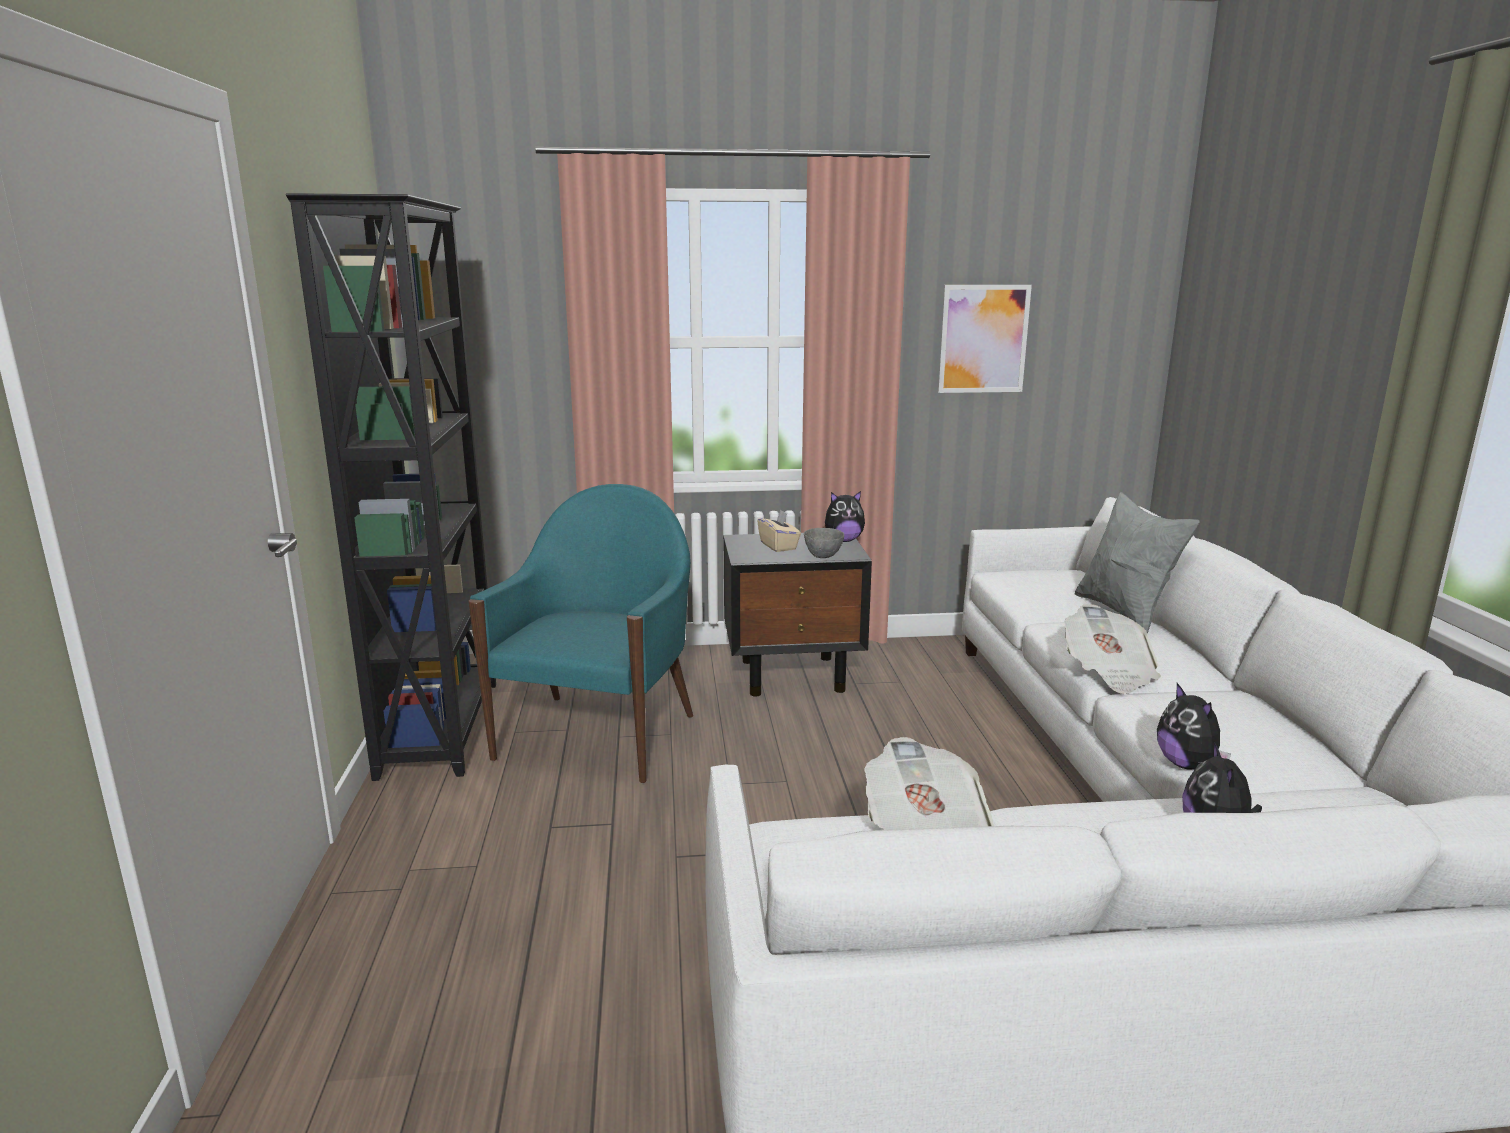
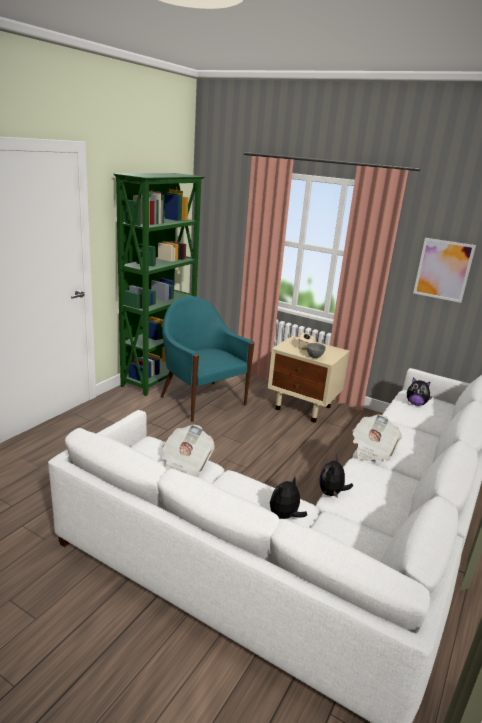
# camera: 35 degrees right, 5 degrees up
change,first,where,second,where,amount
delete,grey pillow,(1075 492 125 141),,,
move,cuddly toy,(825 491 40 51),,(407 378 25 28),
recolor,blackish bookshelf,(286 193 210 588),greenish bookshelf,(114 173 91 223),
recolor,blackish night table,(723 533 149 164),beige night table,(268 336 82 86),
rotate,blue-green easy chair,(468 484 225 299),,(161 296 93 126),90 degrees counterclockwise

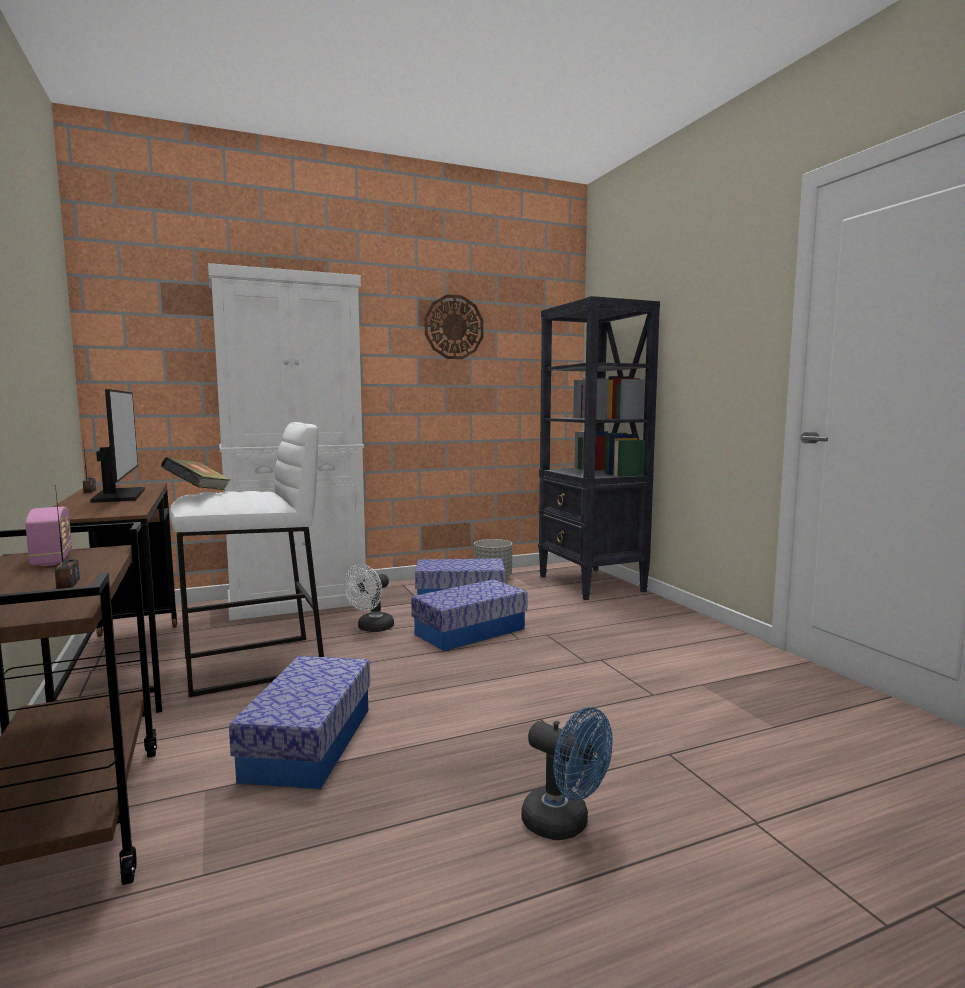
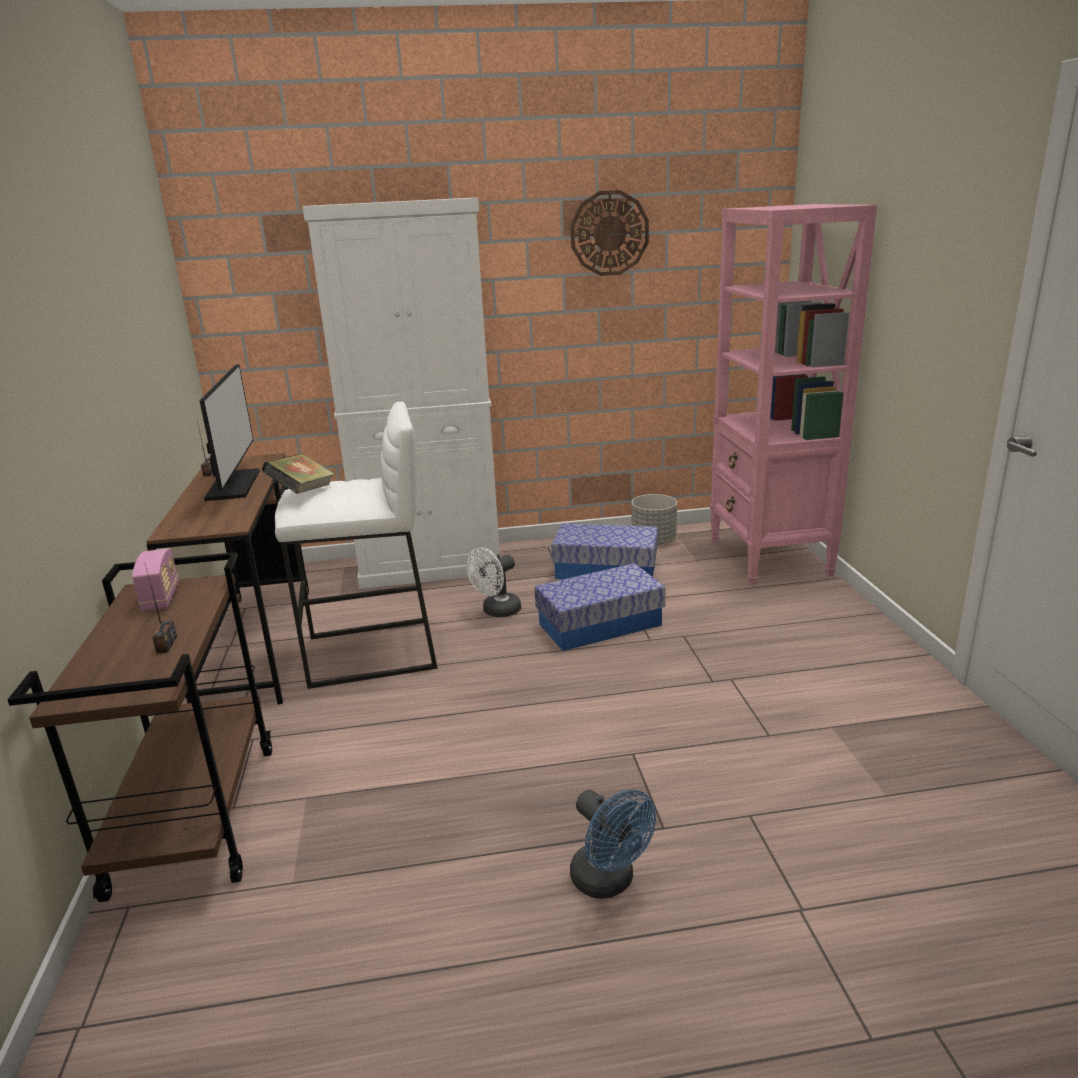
# camera: 15 degrees right, 15 degrees up
change,first,where,second,where,amount
delete,storage bin,(229 656 141 133),,,
recolor,blackish bookshelf,(538 296 122 304),pink bookshelf,(710 204 167 381),

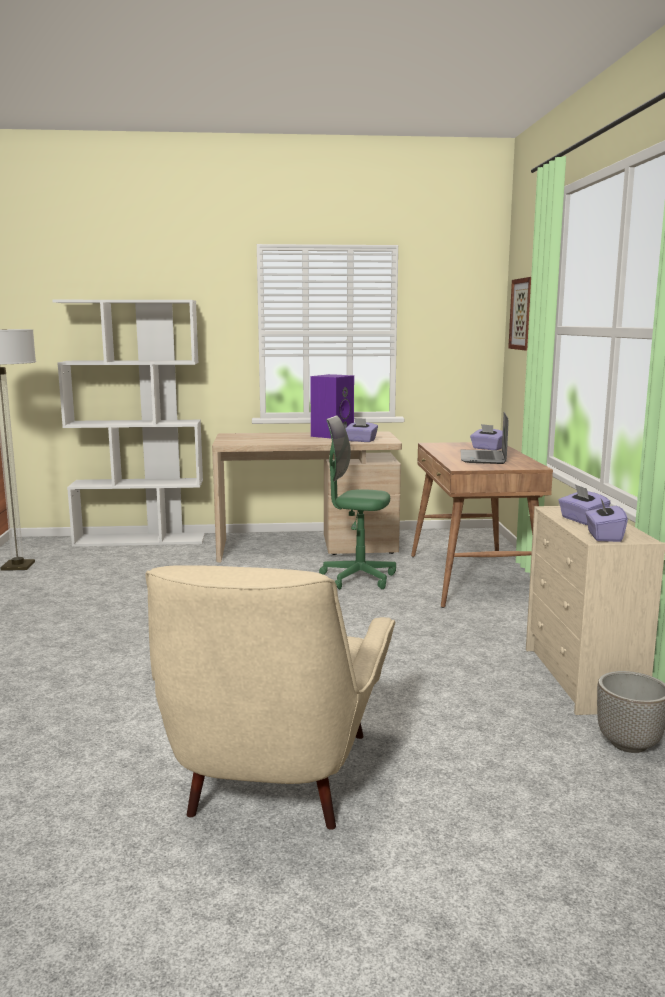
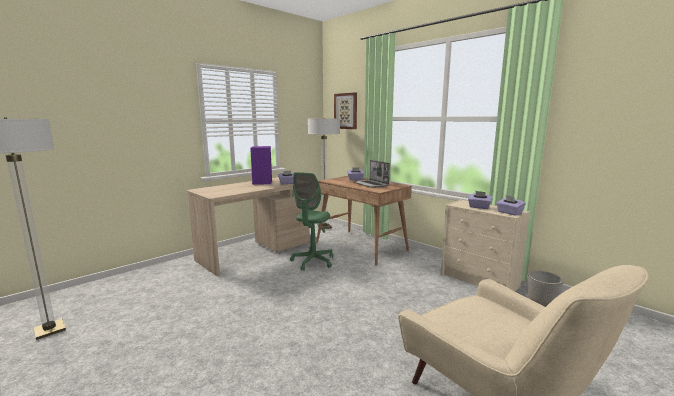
# camera: 40 degrees left, 0 degrees up
change,first,where,second,where,amount
delete,whitish bookshelf,(52 300 153 247),,,
insert,,,standing lamp,(308 118 32 111),
rotate,greenish computer chair,(319 416 77 173),,(290 172 43 99),45 degrees counterclockwise

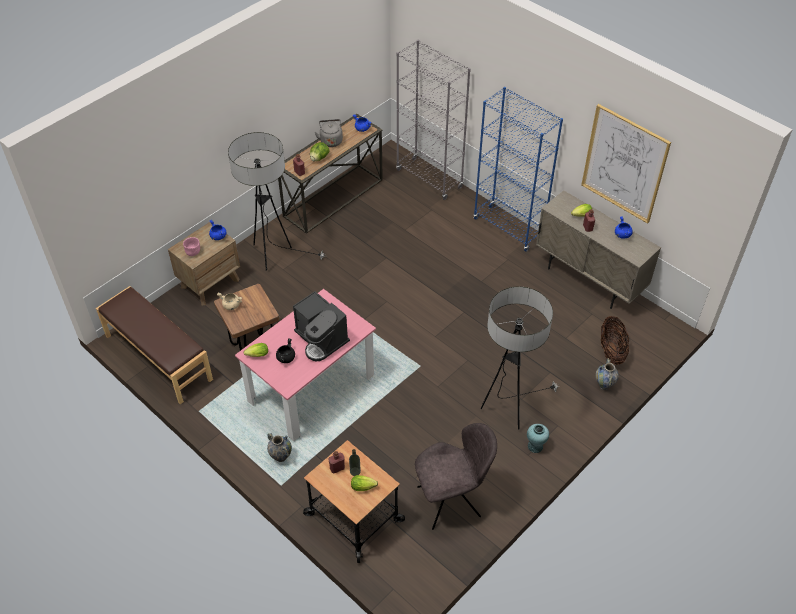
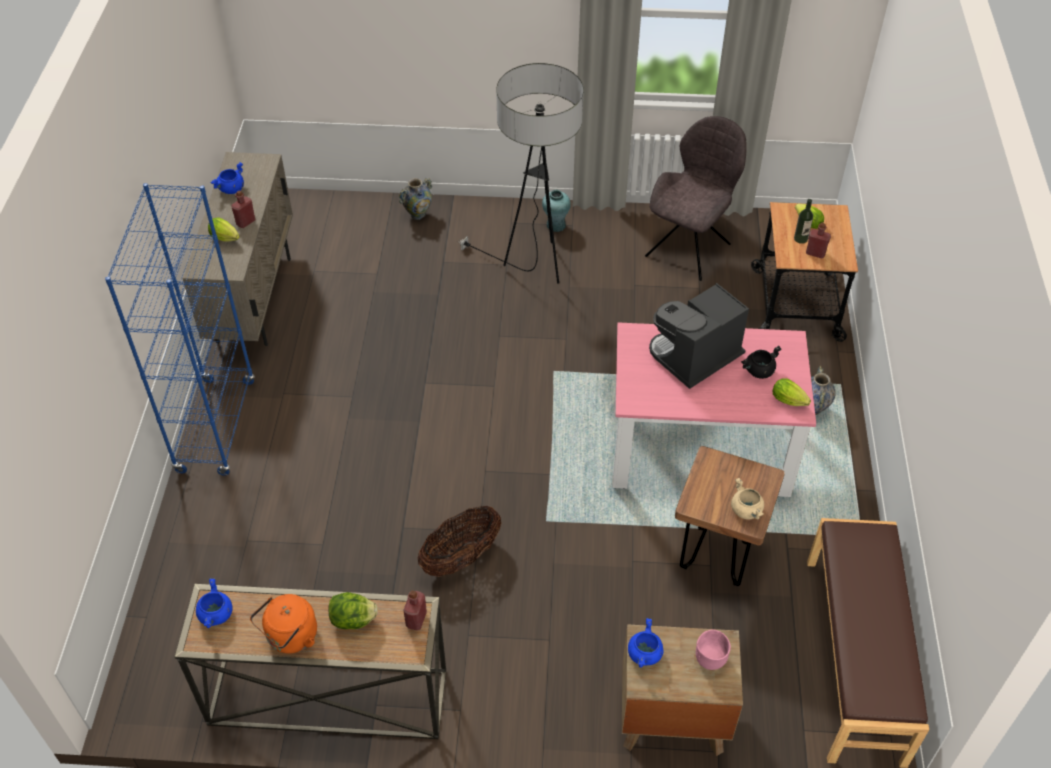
# camera: 130 degrees left, 0 degrees up
change,first,where,second,where,amount
delete,standing lamp,(228 132 98 139),,,
delete,grey bookshelf,(396 40 75 160),,,
delete,wall art,(581 104 90 120),,,
move,basket,(601 316 28 49),,(418 506 83 71),
recolor,grey water kettle,(315 119 28 28),orange water kettle,(250 594 67 60),
rotate,coffee brewer,(293 291 57 70),,(649 283 100 106),135 degrees counterclockwise
rotate,grey plain chair,(415 423 82 107),,(645 116 102 165),90 degrees clockwise

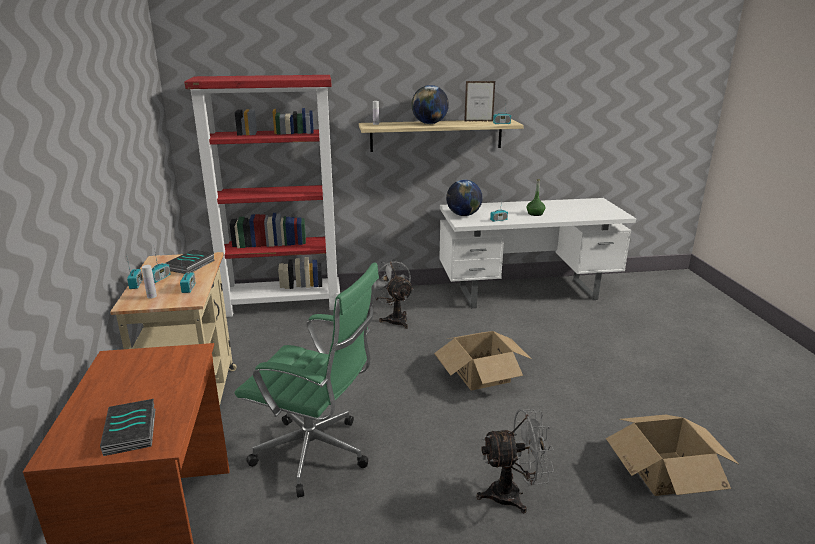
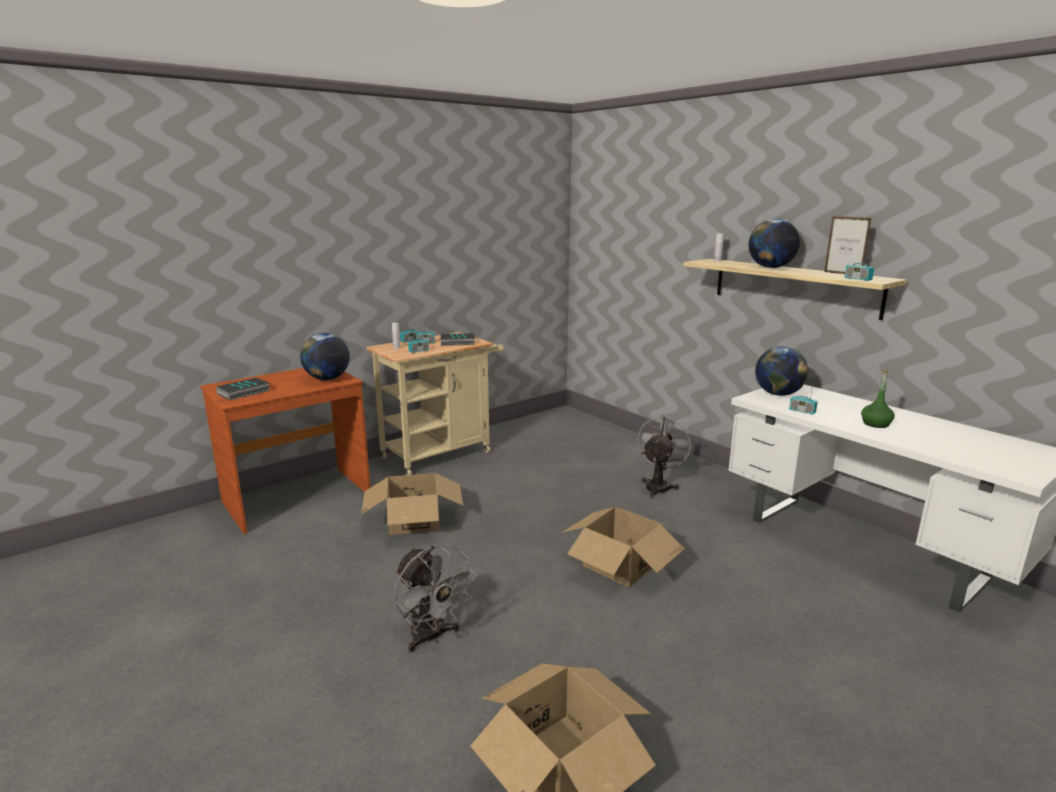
# camera: 60 degrees right, 5 degrees down
change,first,where,second,where,amount
delete,reddish bookshelf,(184 75 156 242),,,
insert,,,desk globe,(300 333 50 47),
replace,greenish computer chair,(235 262 144 236),carton,(361 473 102 62),

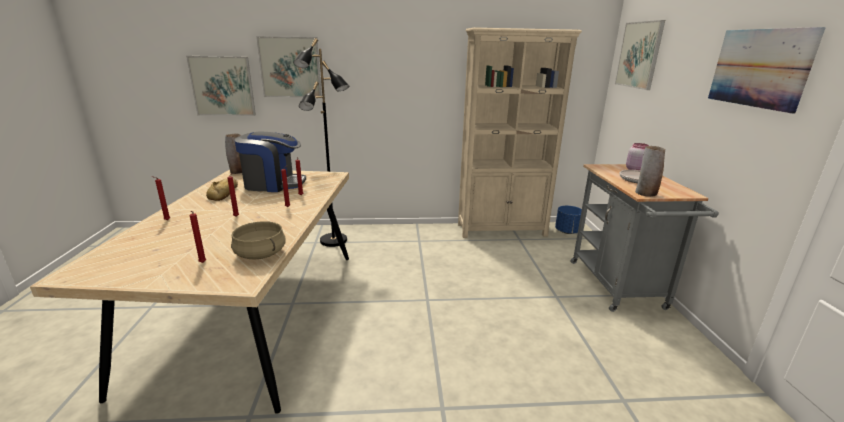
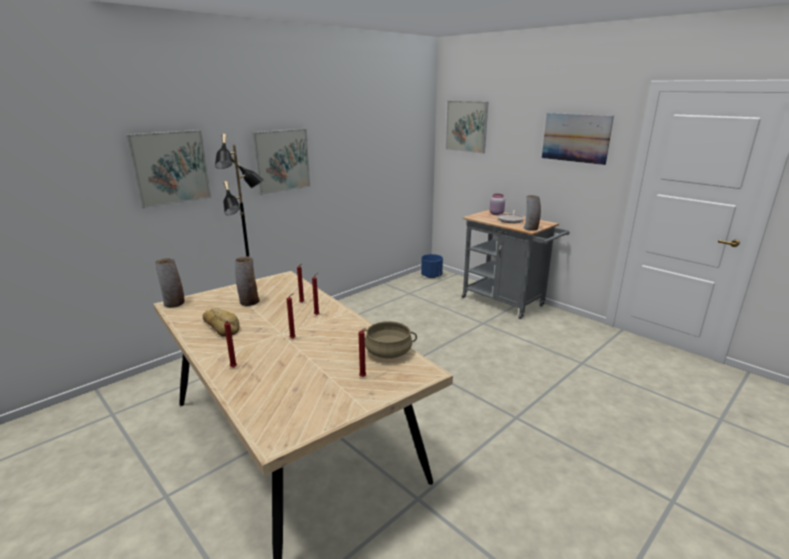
# camera: 40 degrees left, 0 degrees up
change,first,where,second,where,amount
delete,beige bookshelf,(458 27 124 211),,,
move,wall art,(186 56 70 60),,(252 129 58 66),
replace,coffee brewer,(235 131 71 61),decorative vase,(235 256 25 50),

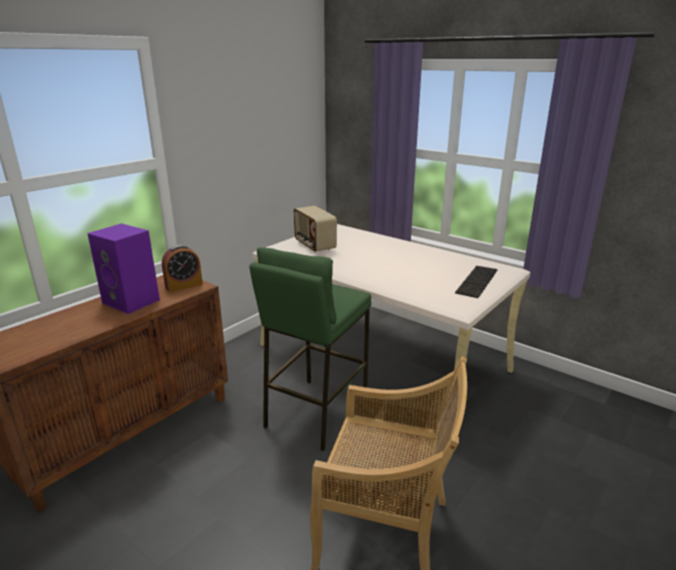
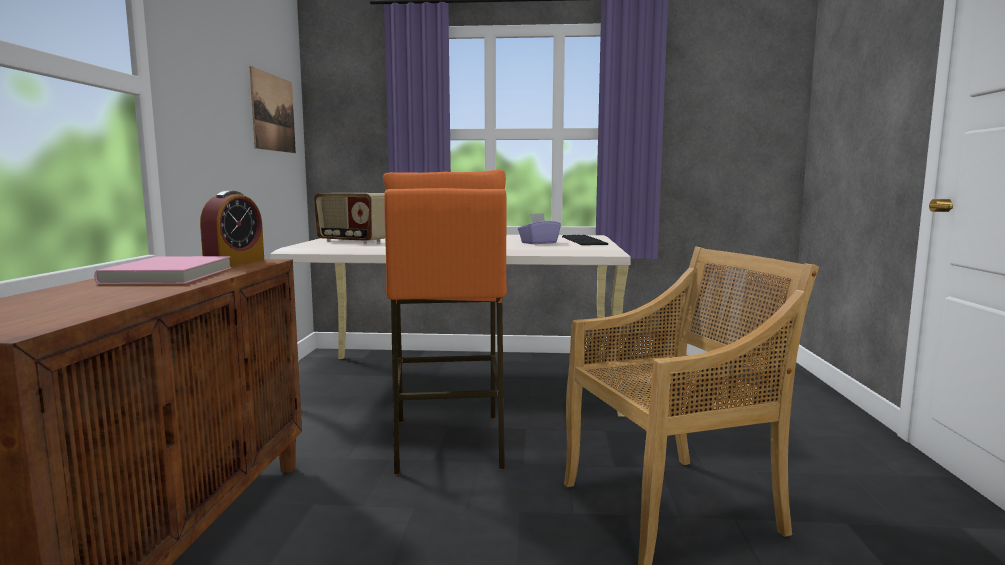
# camera: 35 degrees left, 15 degrees down
change,first,where,second,where,amount
insert,,,wall art,(249 66 47 87),
insert,,,purple tissue holder,(518 213 43 31),
replace,purple loudspeaker,(87 223 73 91),pink book,(94 256 137 28),
recolor,greenish stool seat,(249 247 122 204),orange stool seat,(383 170 124 305),

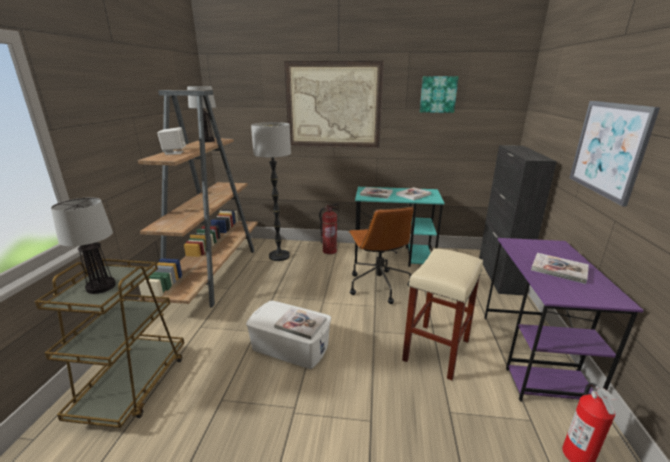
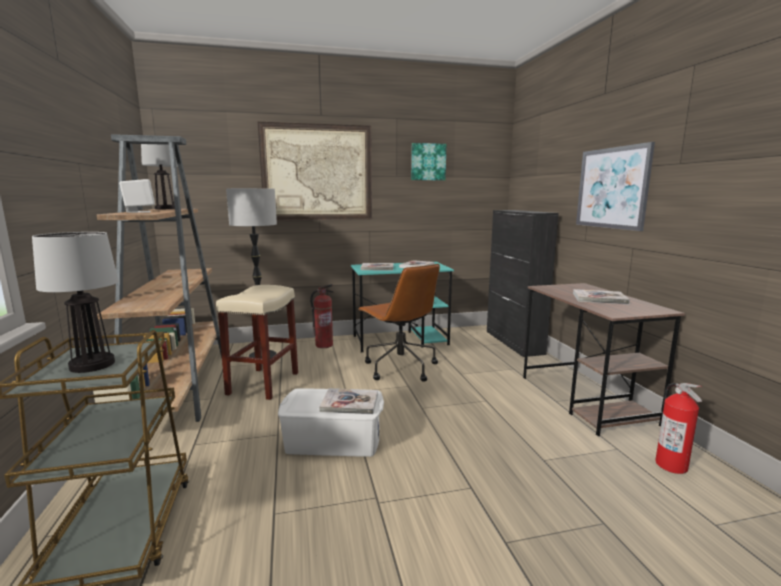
# camera: 20 degrees left, 10 degrees down
change,first,where,second,where,amount
move,beige stool seat,(402 248 81 132),,(216 285 82 115),
recolor,purple desk,(484 238 160 164),brownish desk,(523 283 162 154),

